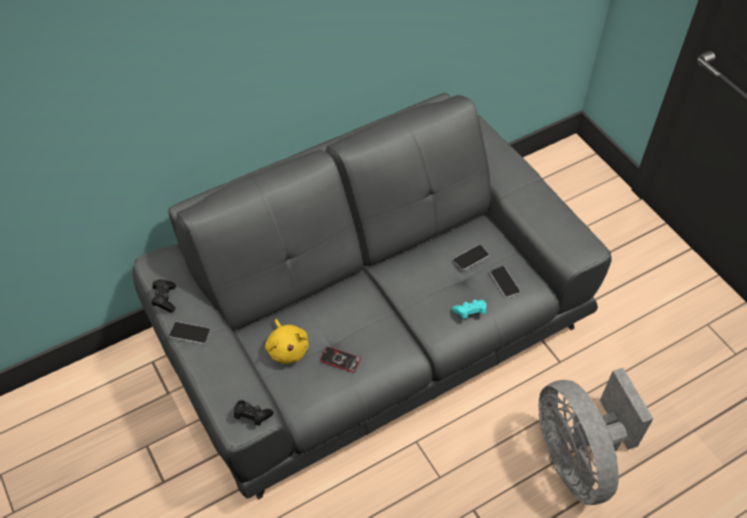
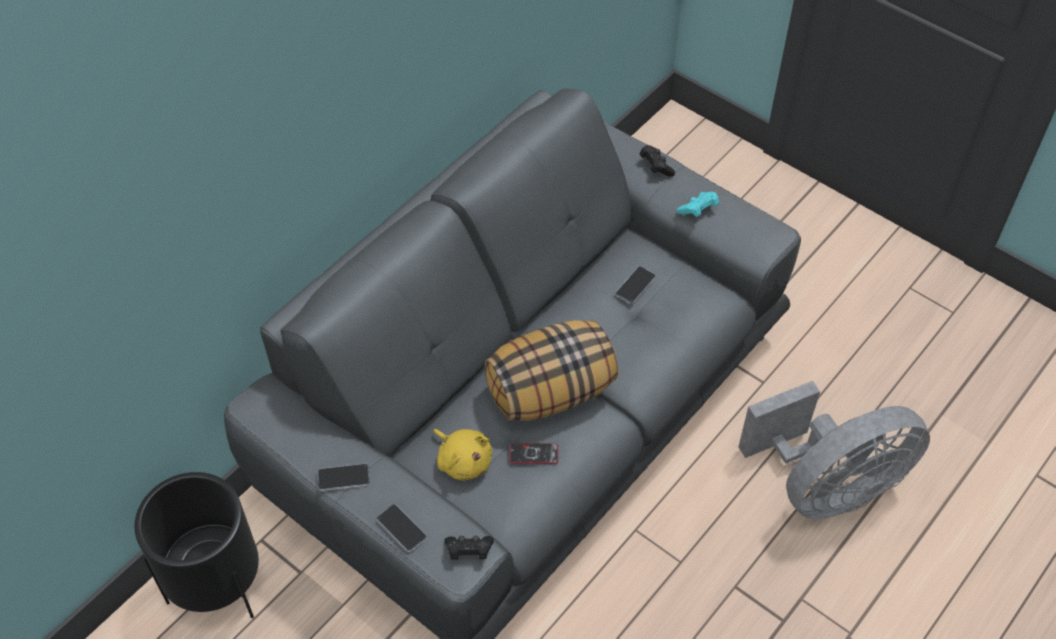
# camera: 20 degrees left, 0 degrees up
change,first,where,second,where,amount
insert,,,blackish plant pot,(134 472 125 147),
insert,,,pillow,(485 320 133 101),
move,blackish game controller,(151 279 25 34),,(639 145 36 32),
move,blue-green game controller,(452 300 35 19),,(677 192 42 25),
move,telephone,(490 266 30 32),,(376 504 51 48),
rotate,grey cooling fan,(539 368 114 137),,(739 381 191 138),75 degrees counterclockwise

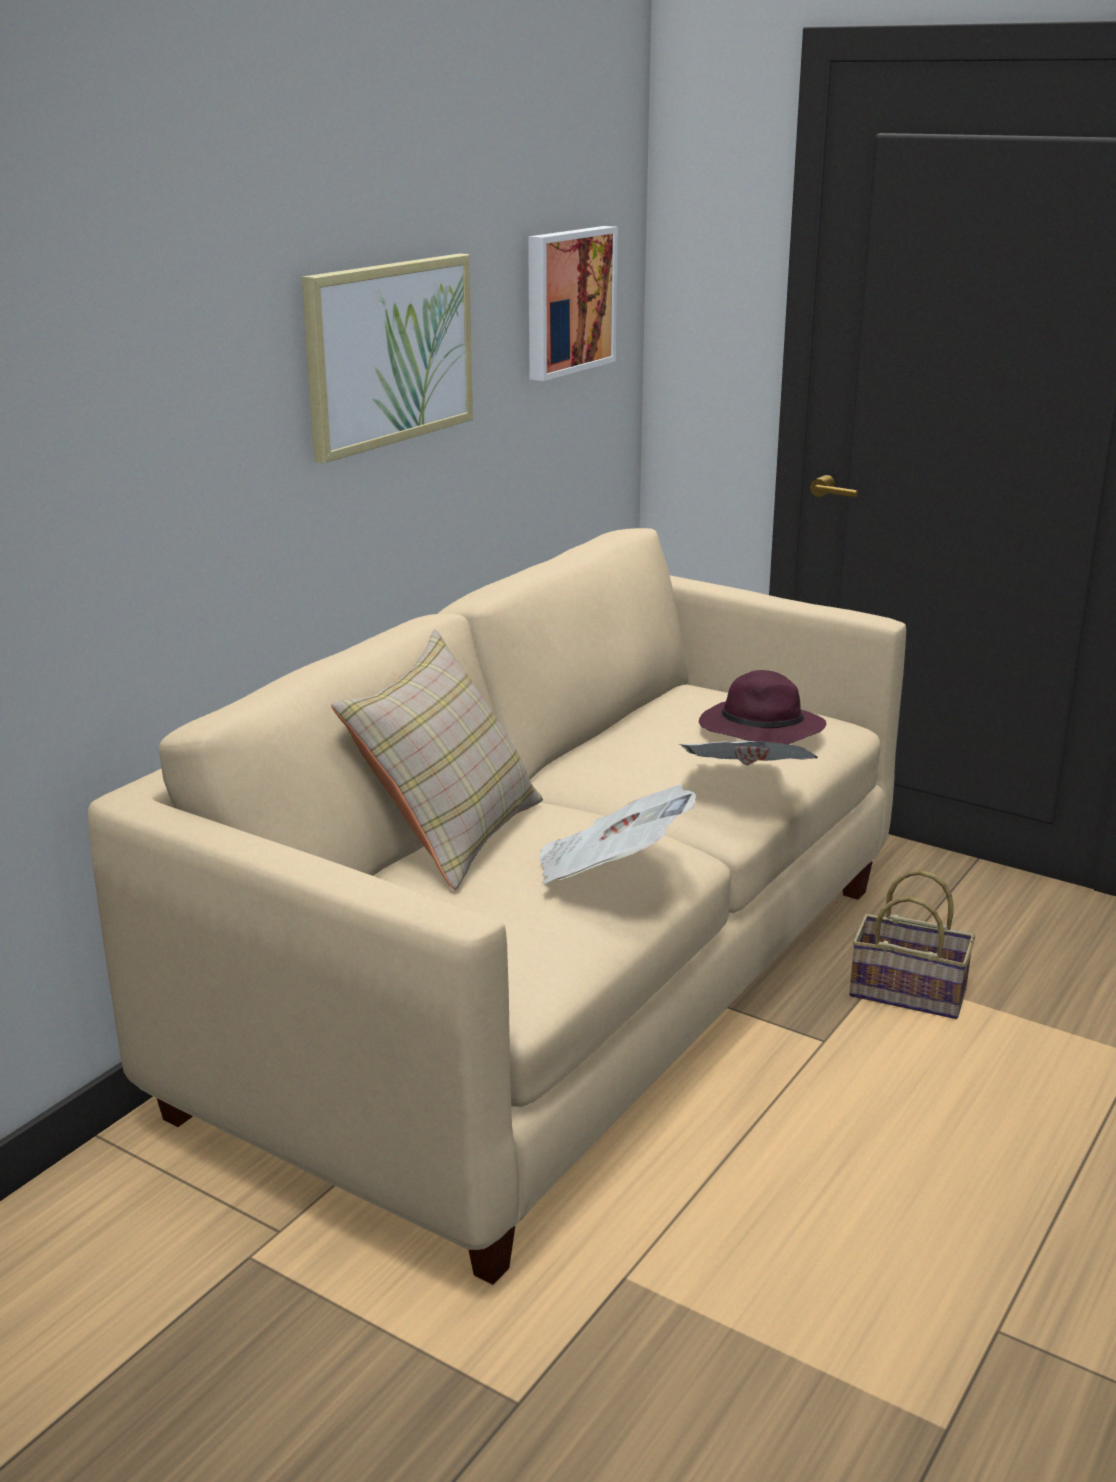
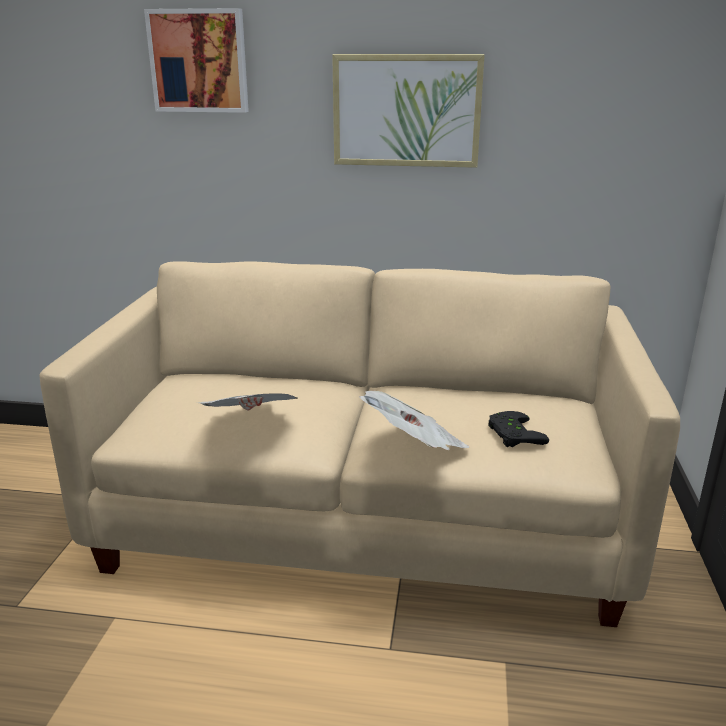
# camera: 65 degrees right, 0 degrees up
change,first,where,second,where,amount
delete,beige pillow,(331 629 212 261),,,
delete,basket,(849 870 126 149),,,
move,wall art,(528 226 90 155),,(144 8 105 105),
replace,purple hat,(699 670 127 74),blackish game controller,(488 411 61 36),

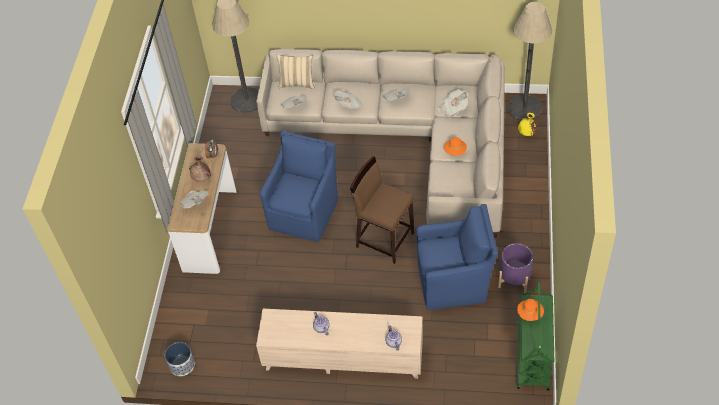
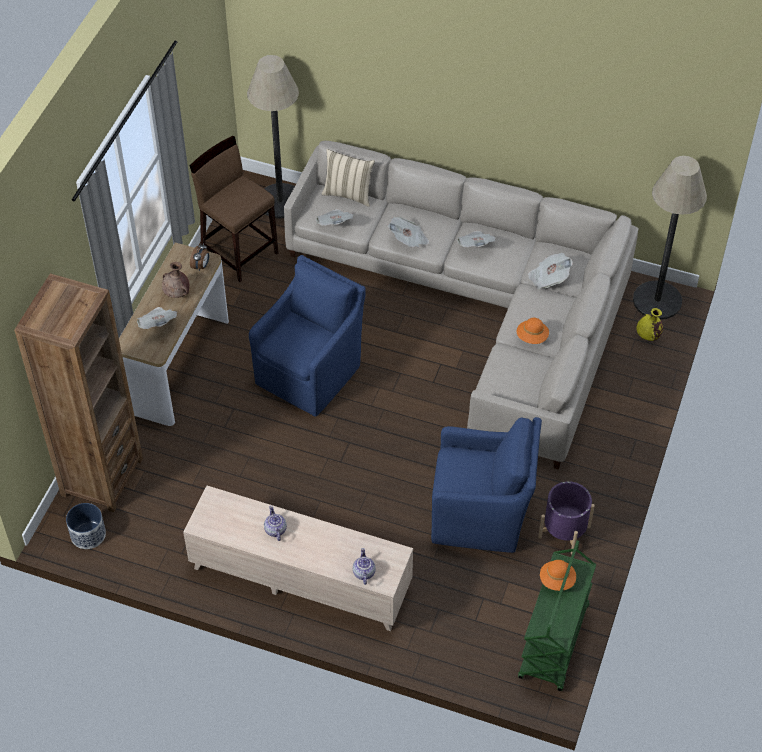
# camera: 10 degrees right, 0 degrees up
change,first,where,second,where,amount
insert,,,brownish bookshelf,(14 273 129 239),
move,brownish stool seat,(350 156 64 108),,(190 136 88 146),

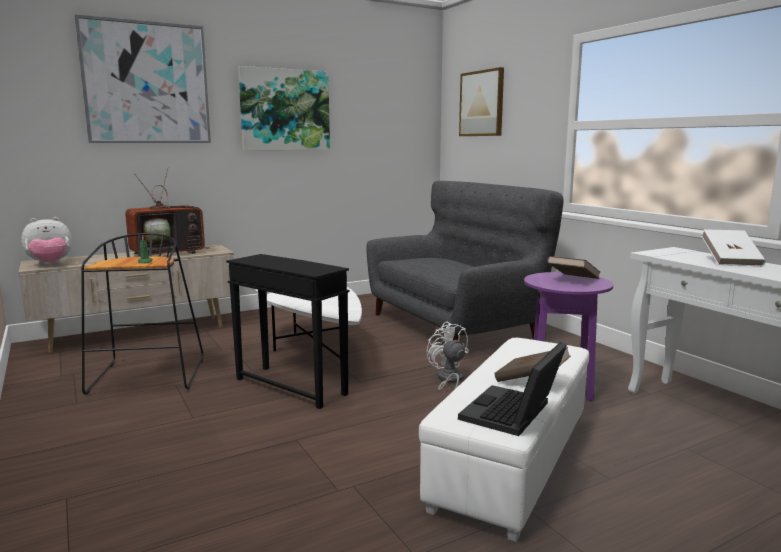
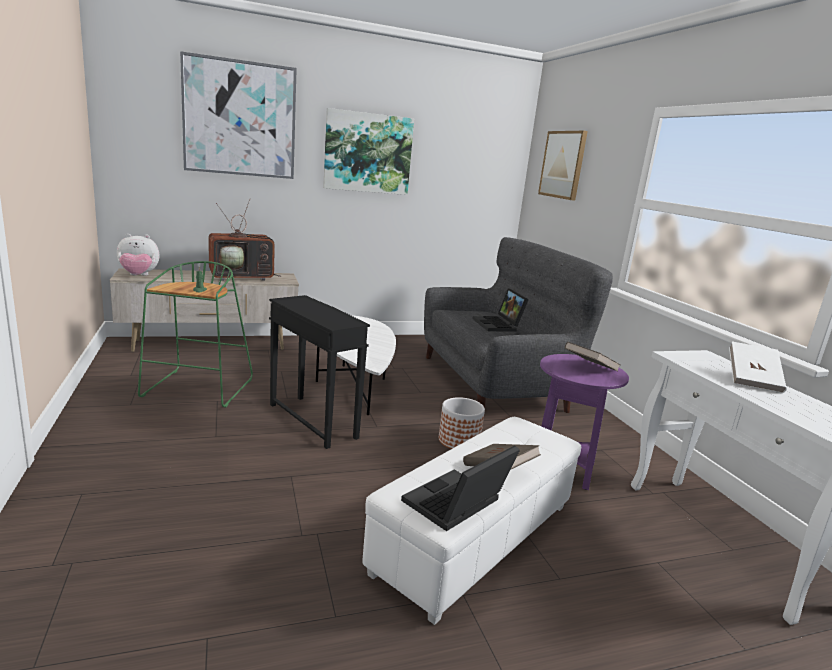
# camera: 10 degrees right, 5 degrees up
change,first,where,second,where,amount
insert,,,laptop,(473 288 56 44),
replace,whitish cooling fan,(427 321 42 70),plant pot,(439 397 46 52),
recolor,blackish stool seat,(81 233 122 161),greenish stool seat,(138 261 115 146),

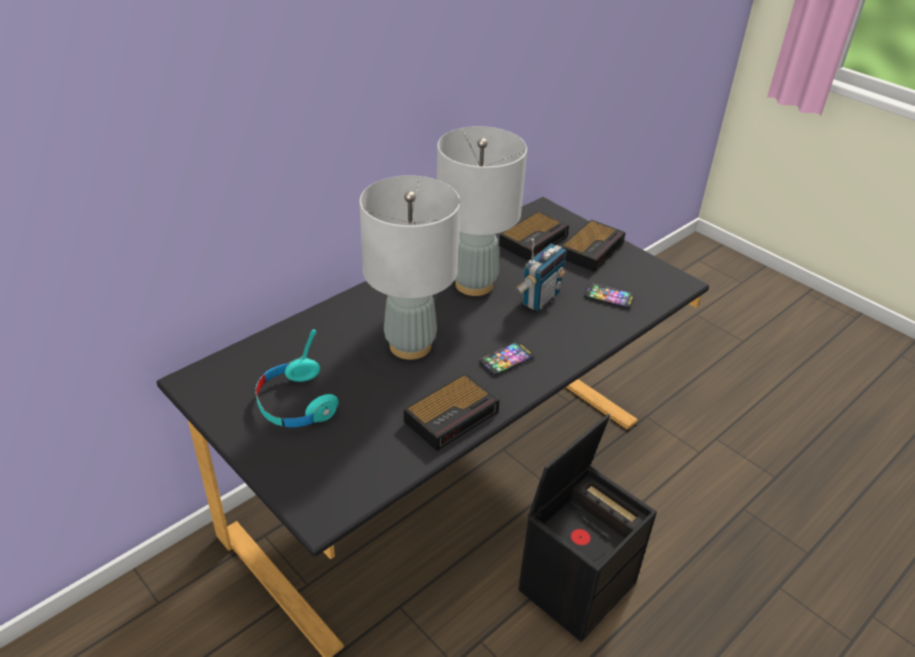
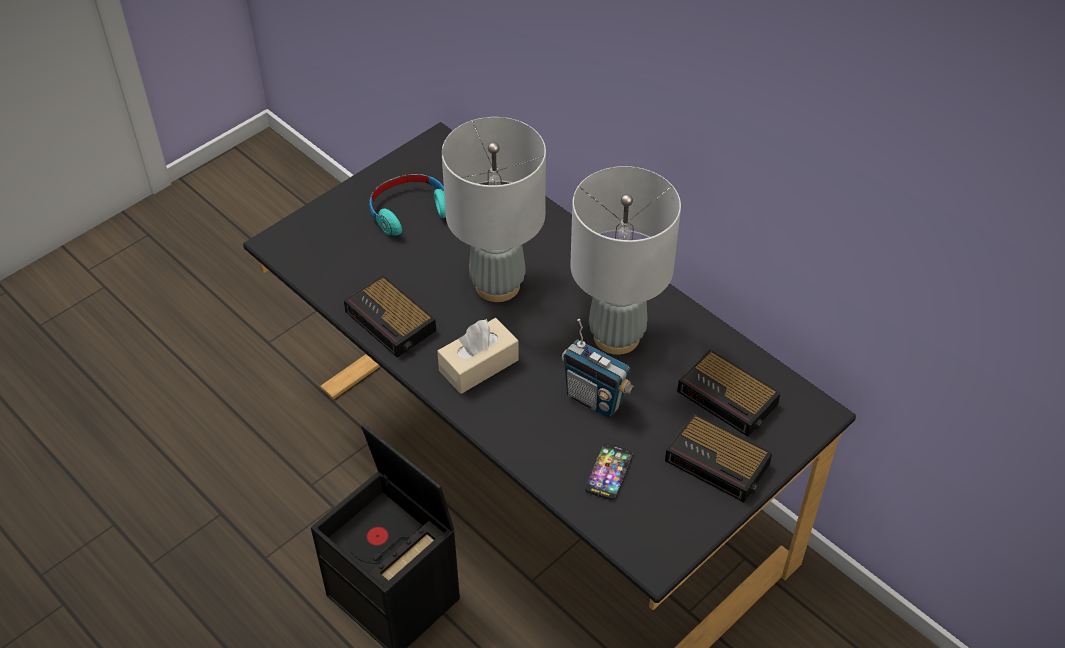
# camera: 90 degrees right, 10 degrees up
change,first,where,second,where,amount
replace,telephone,(479 342 55 34),beige tissue holder,(437 318 82 76),

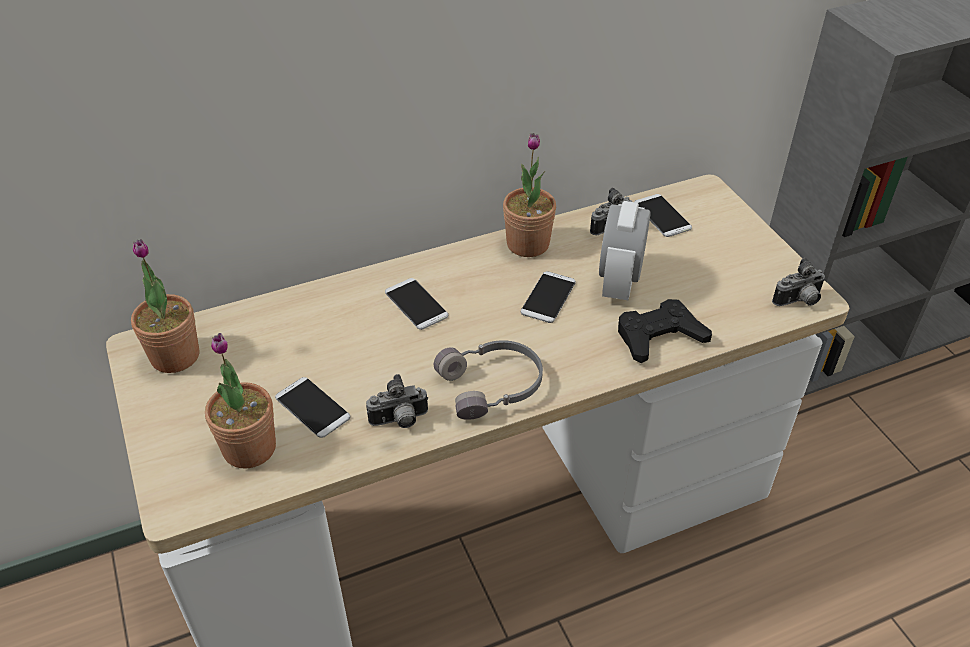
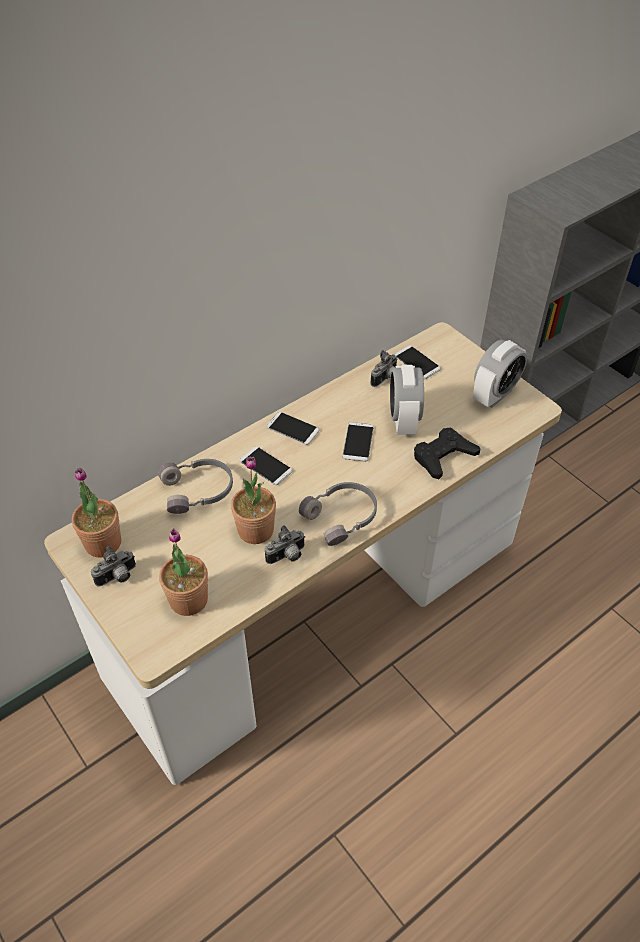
# camera: 15 degrees left, 5 degrees up
change,first,where,second,where,amount
insert,,,grey headphones,(158 459 75 55),
insert,,,table clock,(473 340 54 68),
move,telephone,(275 377 75 61),,(266 412 53 33),
move,houseplant,(503 133 53 124),,(231 457 45 87),
move,photo camera,(772 258 54 48),,(91 546 45 41),

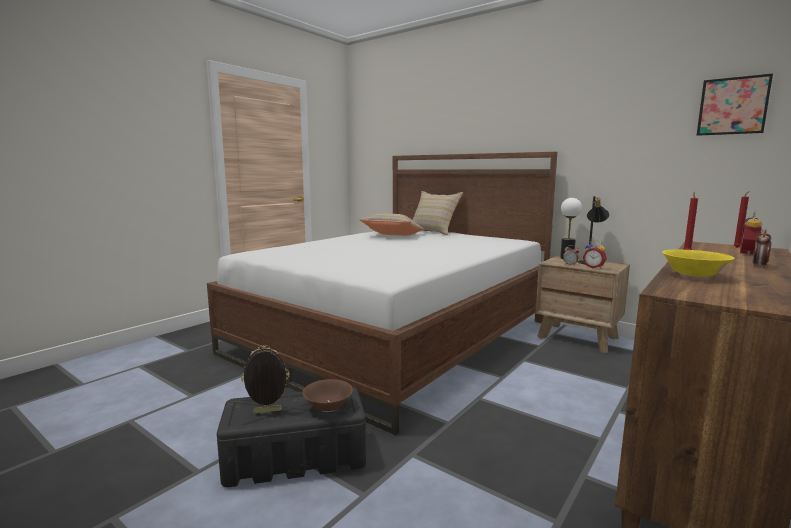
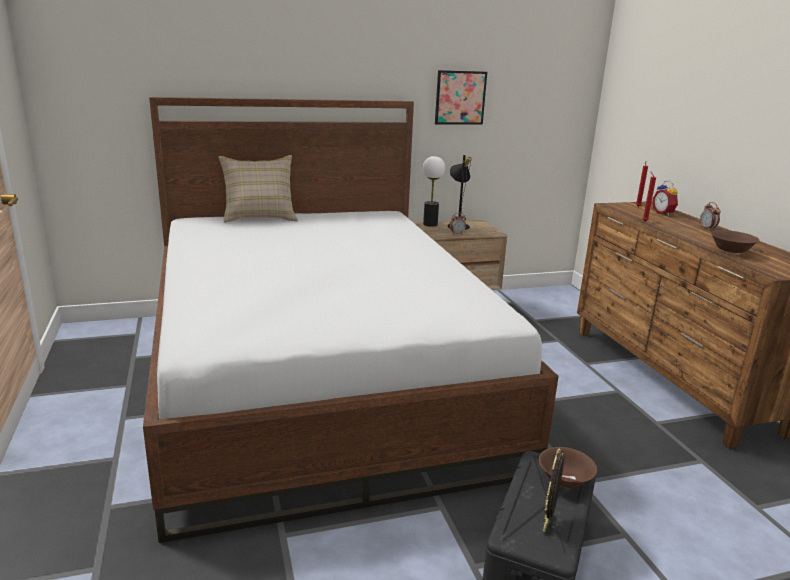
# camera: 55 degrees left, 10 degrees up
change,first,where,second,where,amount
delete,beige pillow,(359 213 66 23),,,
delete,table clock,(583 240 24 29),,,
move,wall art,(697 74 76 62),,(435 70 52 55),
recolor,yellowish serving bowl,(662 250 73 29),brownish serving bowl,(711 230 49 25),

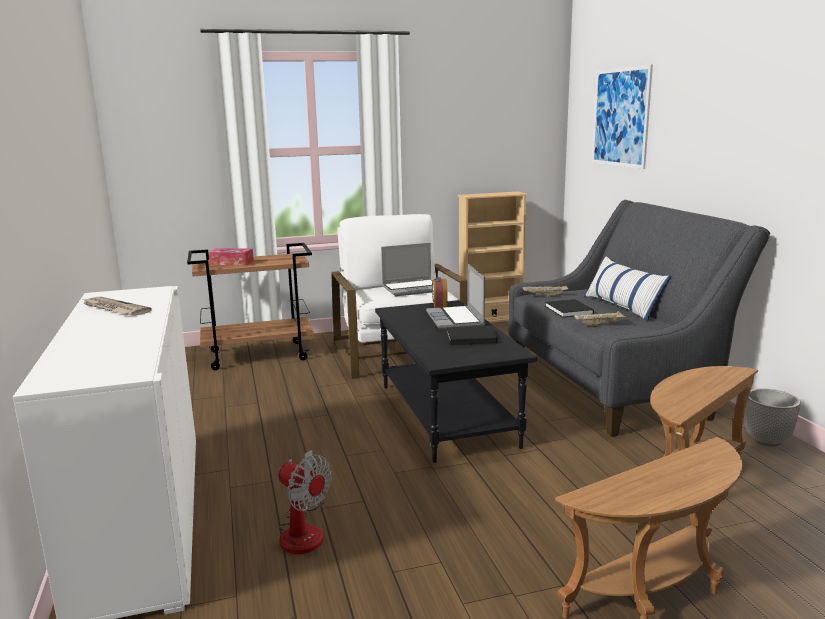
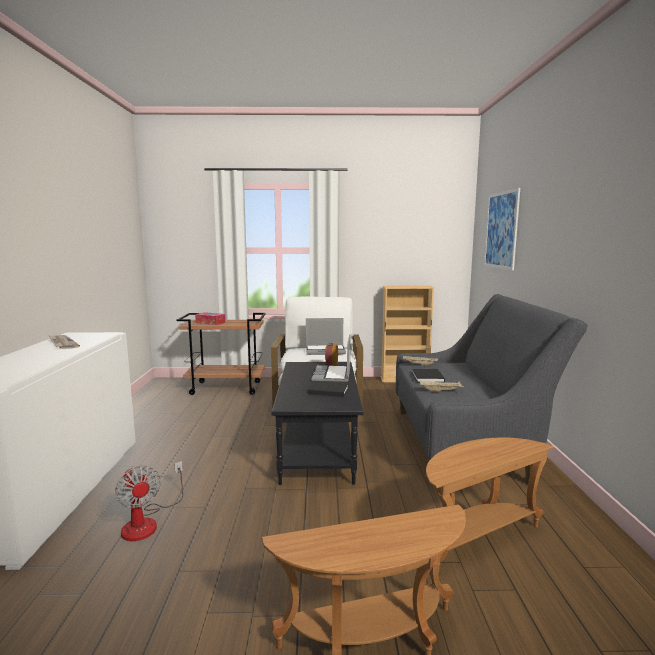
# camera: 15 degrees right, 5 degrees down
change,first,where,second,where,amount
delete,pillow,(584 256 87 66),,,
delete,plant pot,(744 388 56 59),,,

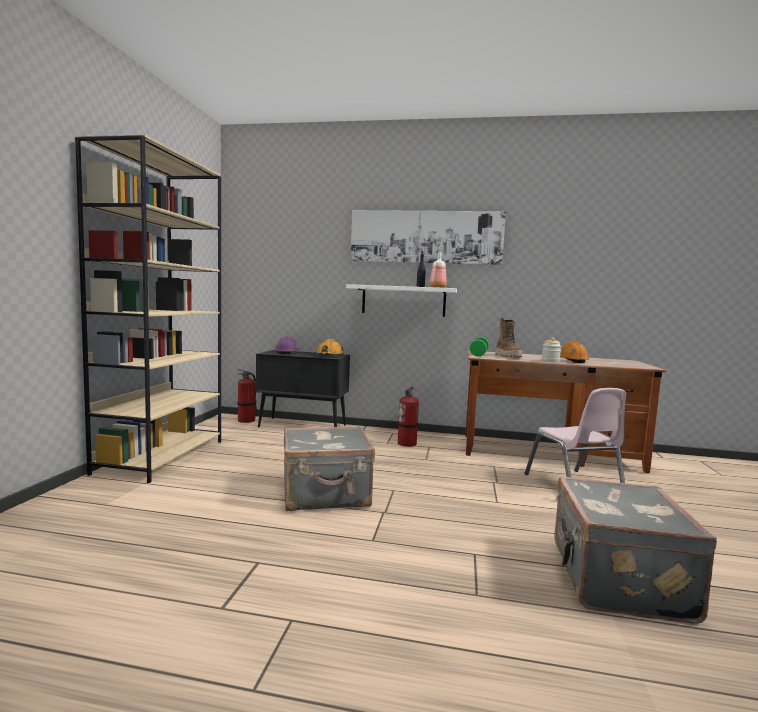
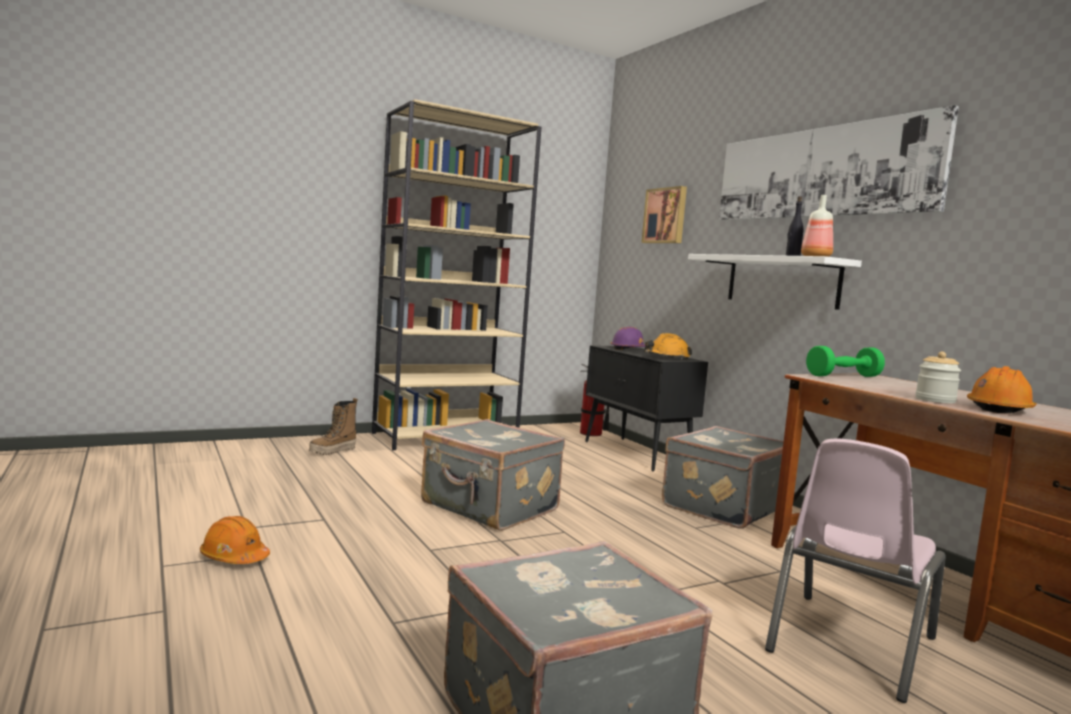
# camera: 50 degrees right, 0 degrees up
change,first,where,second,where,amount
insert,,,orange work helmet,(200 516 70 48),
insert,,,wall art,(641 186 46 57),
move,boot,(495 317 27 41),,(309 398 49 57),
replace,extinguisher,(398 386 21 61),grey travel case,(662 426 122 102),

